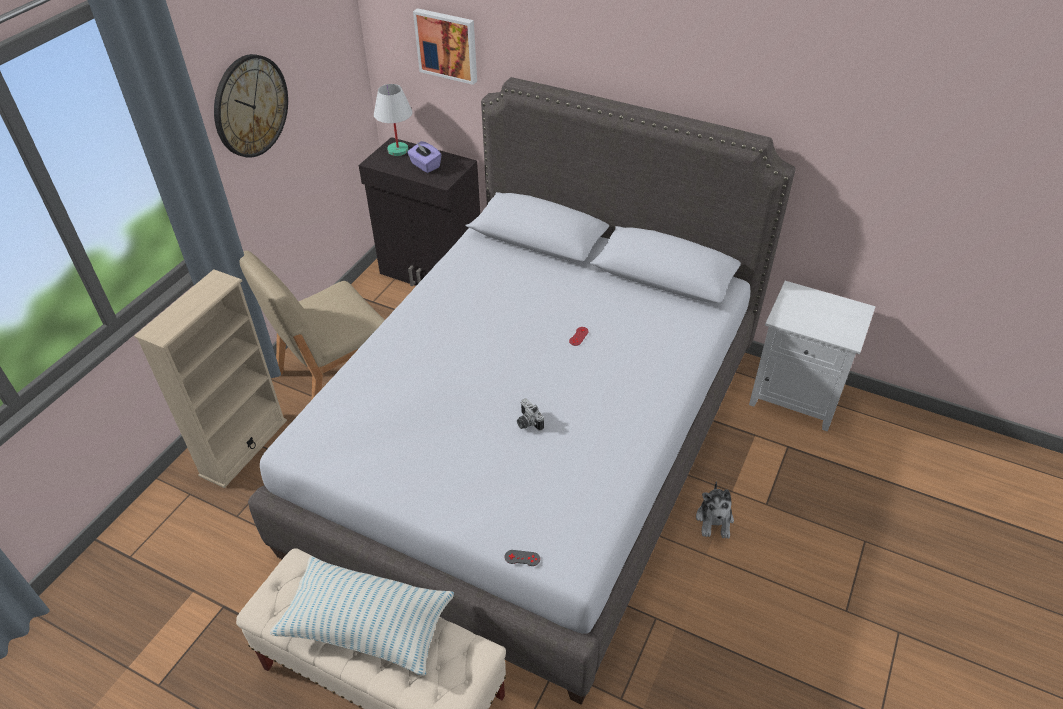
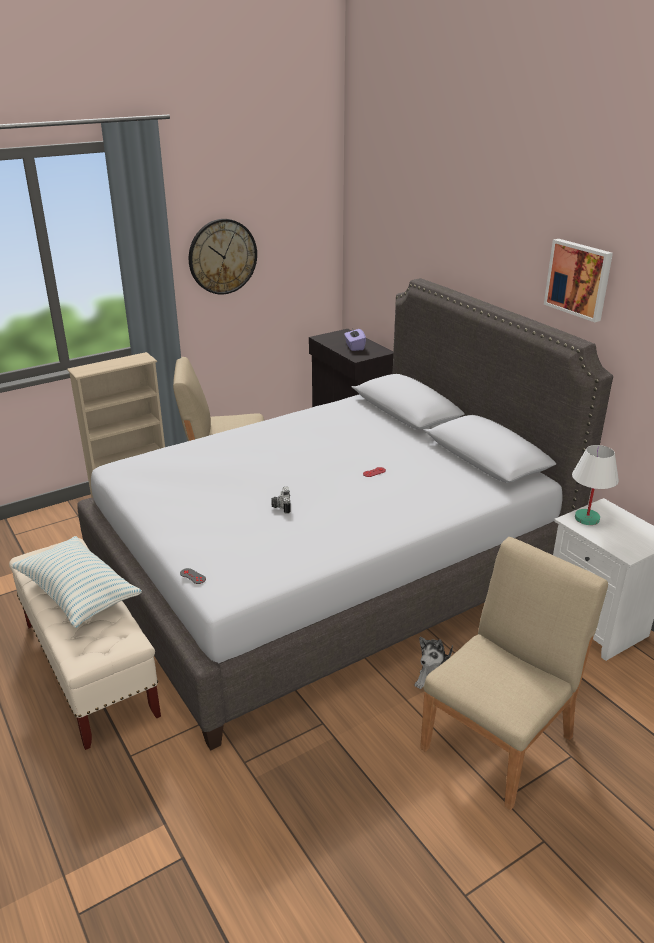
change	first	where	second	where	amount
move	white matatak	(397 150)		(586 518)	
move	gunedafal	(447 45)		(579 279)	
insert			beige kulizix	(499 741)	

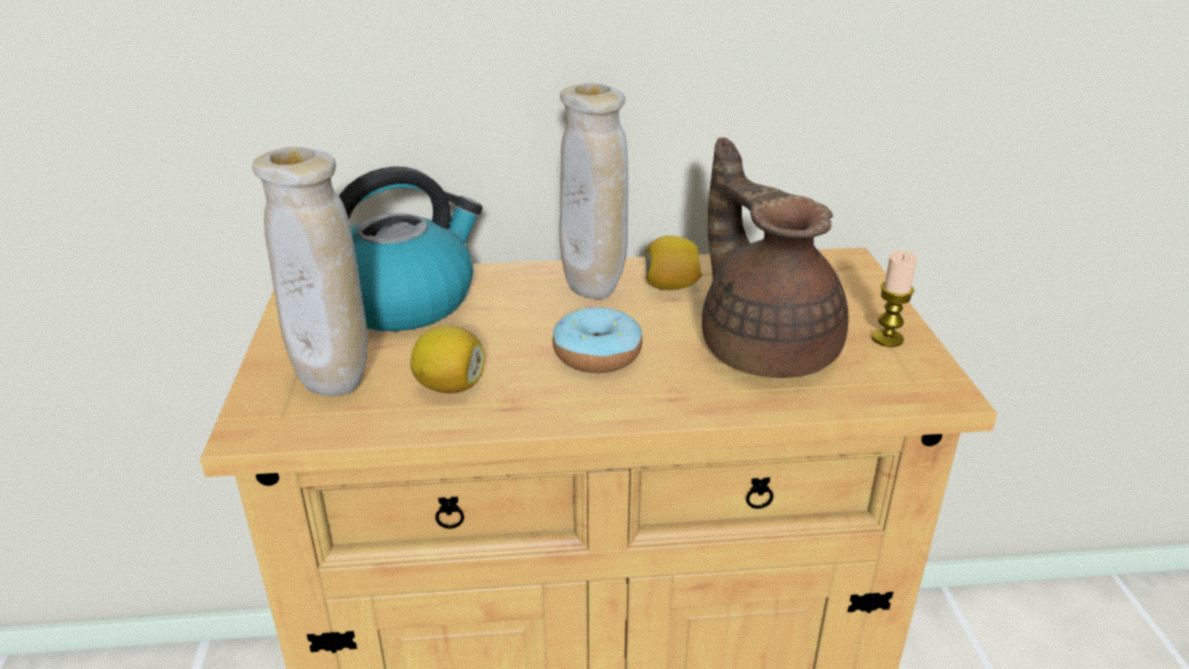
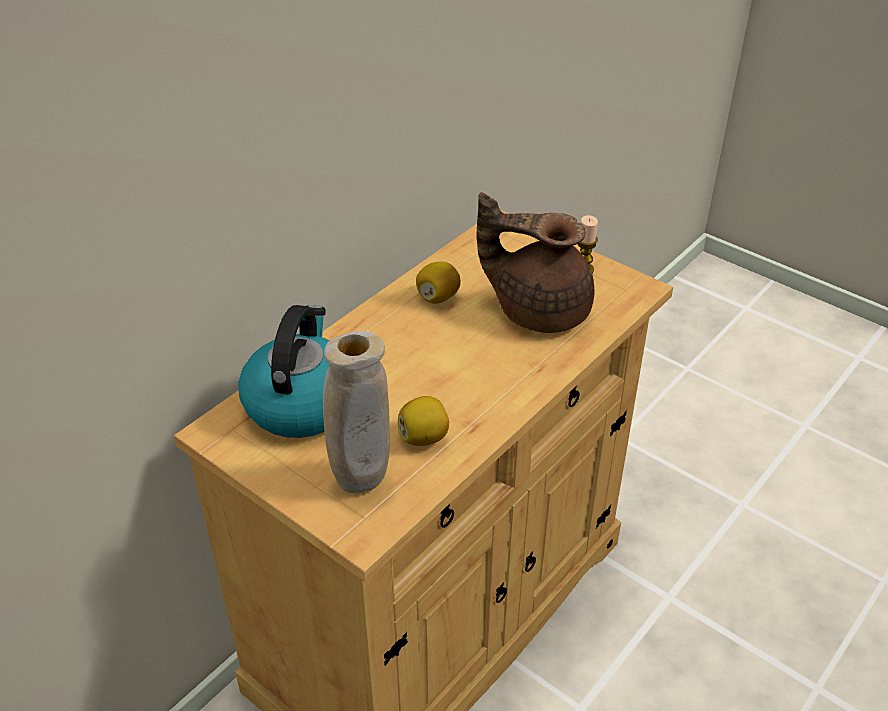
change	first	where	second	where	amount
delete	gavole	(597 354)			
delete	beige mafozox	(594 291)			

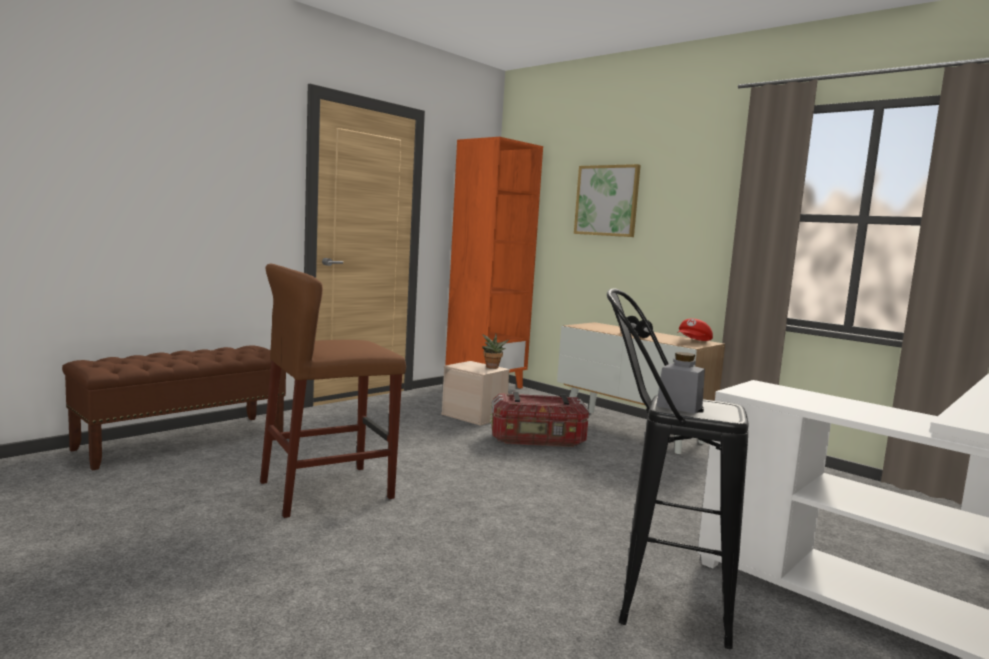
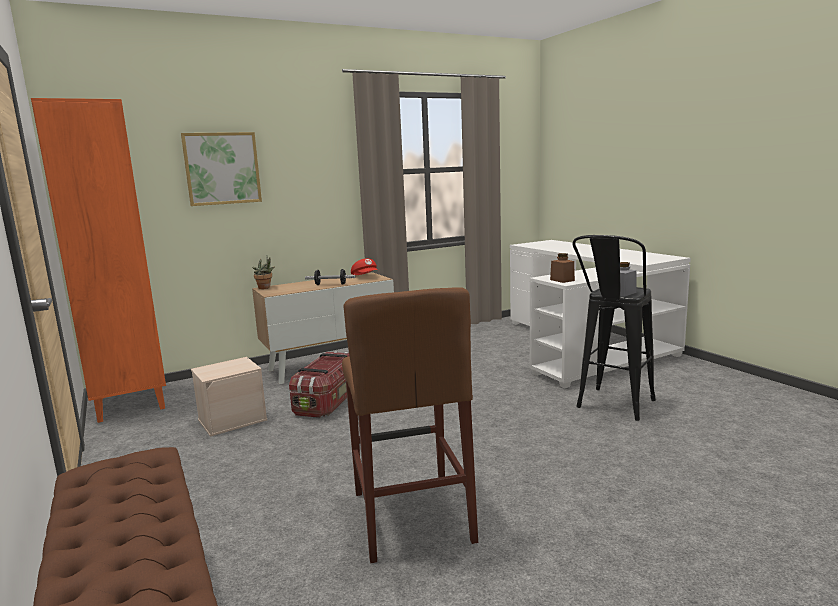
change	first	where	second	where	amount
move	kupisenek	(492 367)		(265 288)	
insert			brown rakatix	(562 280)	

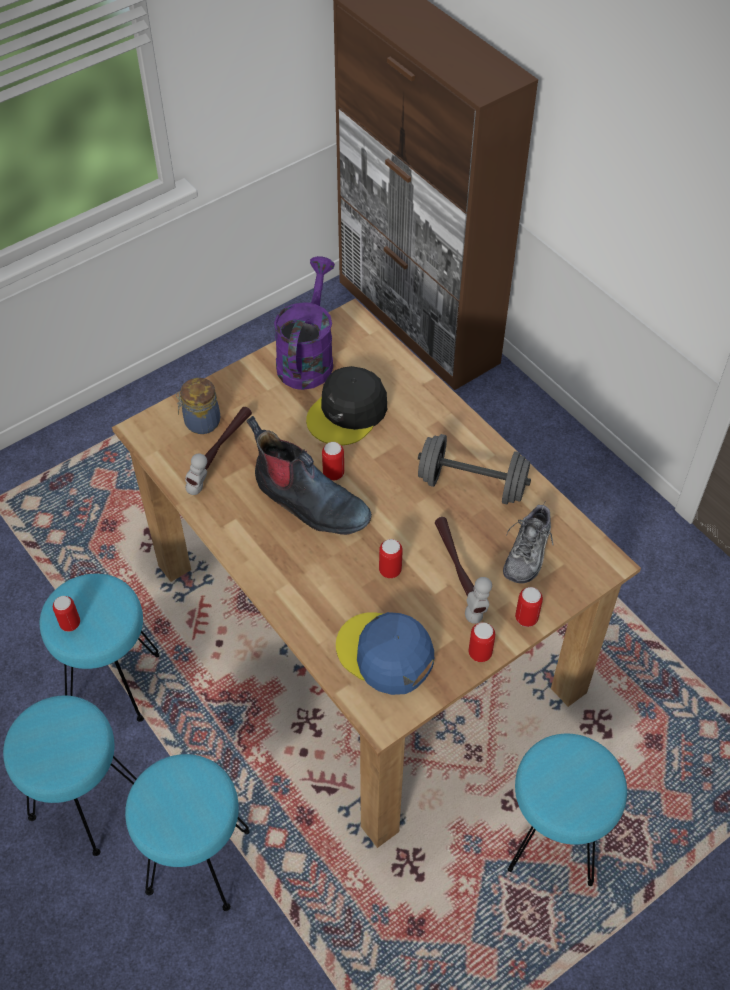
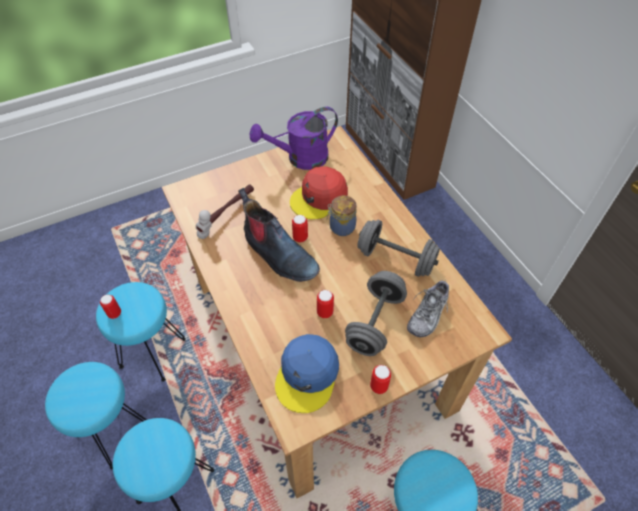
change	first	where	second	where	amount
move	rakatix	(200 422)		(341 227)	
rotate	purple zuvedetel	(307 357)		(300 159)	135 degrees counterclockwise
recolor	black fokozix	(348 412)	red fokozix	(319 198)	
rotate	blue fokozix	(385 654)		(307 375)	120 degrees counterclockwise
replace	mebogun	(459 574)	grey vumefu	(374 322)	
delete	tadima	(526 618)			

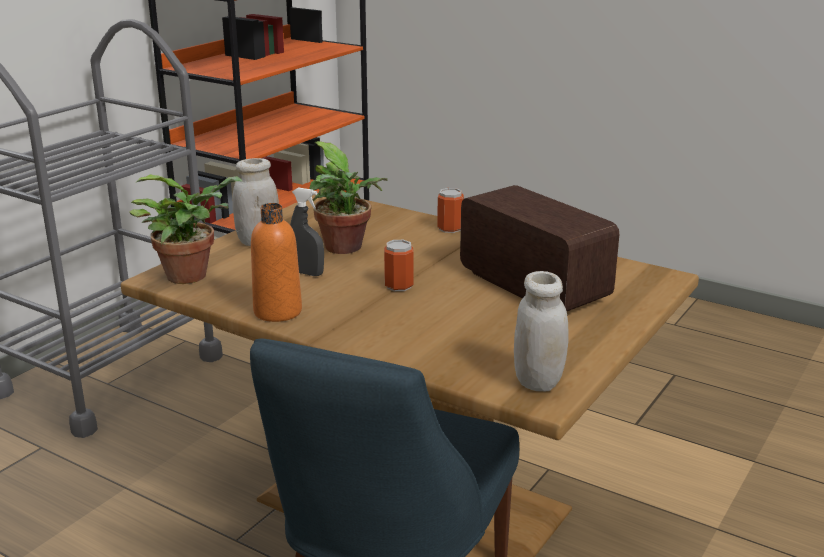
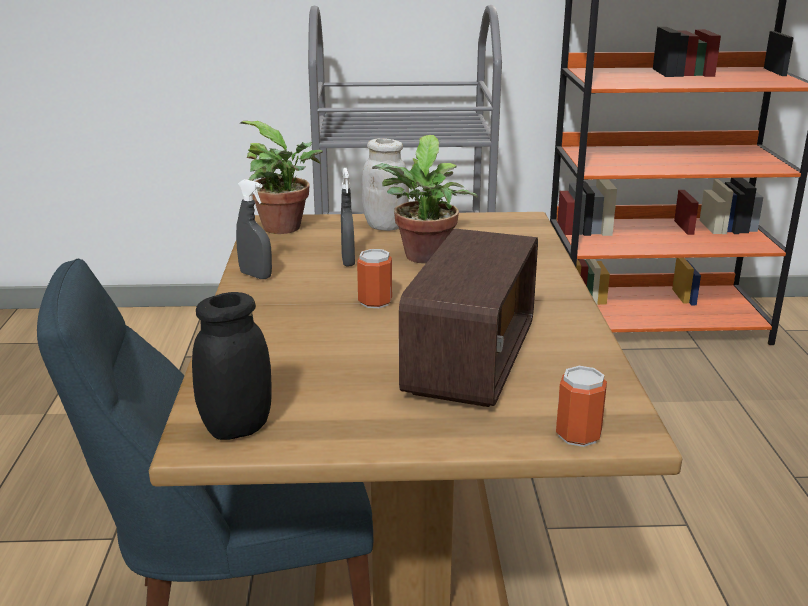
change	first	where	second	where	amount
replace	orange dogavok	(277 312)	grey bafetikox	(256 275)	
move	tadima	(450 228)		(578 435)	
recolor	white rakatix	(538 381)	black rakatix	(237 428)	

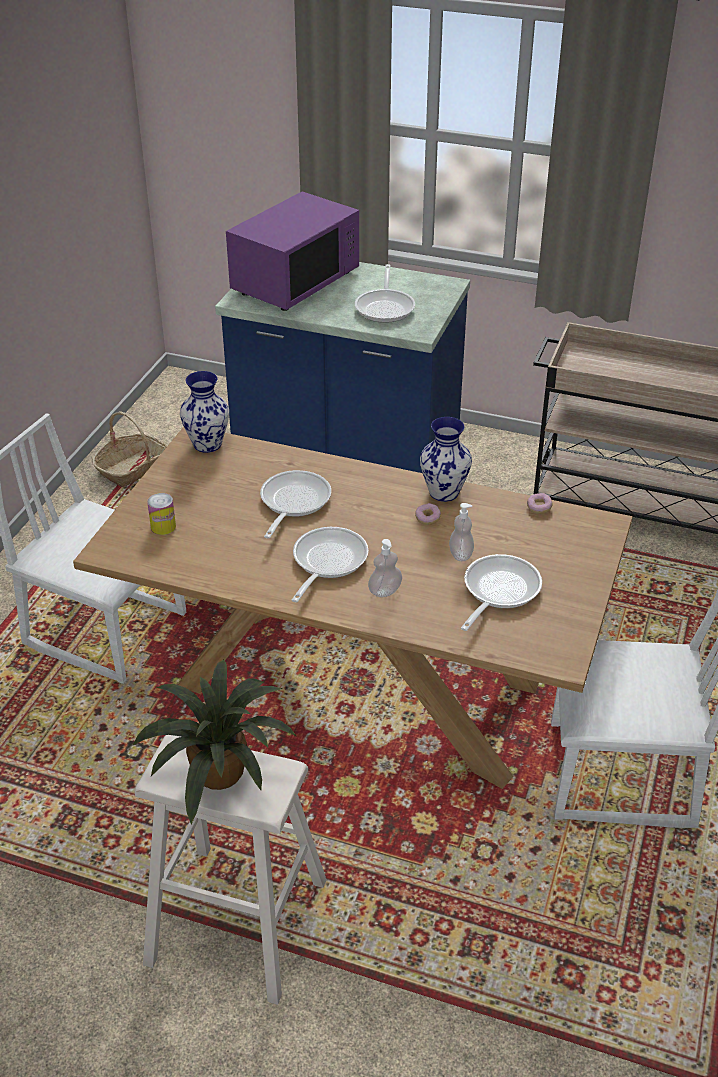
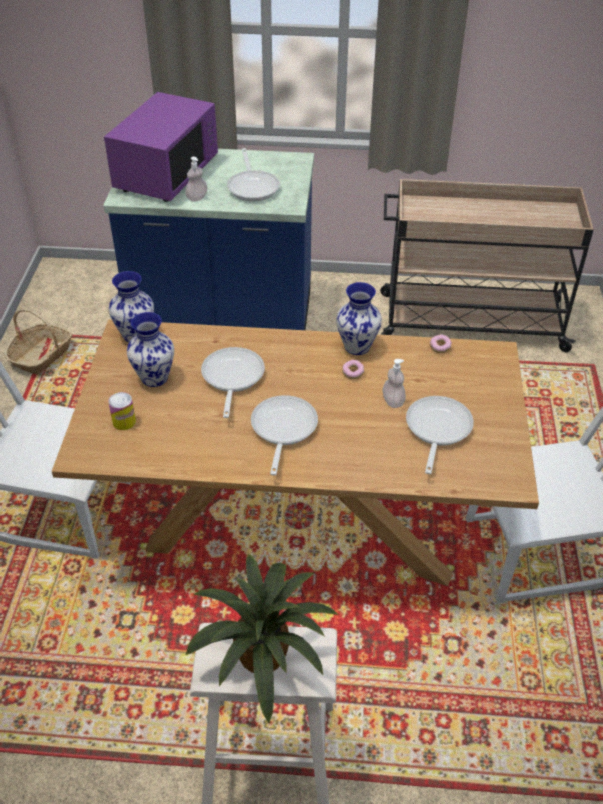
change	first	where	second	where	amount
move	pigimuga	(385 591)		(197 198)	
insert			mafozox	(155 378)	

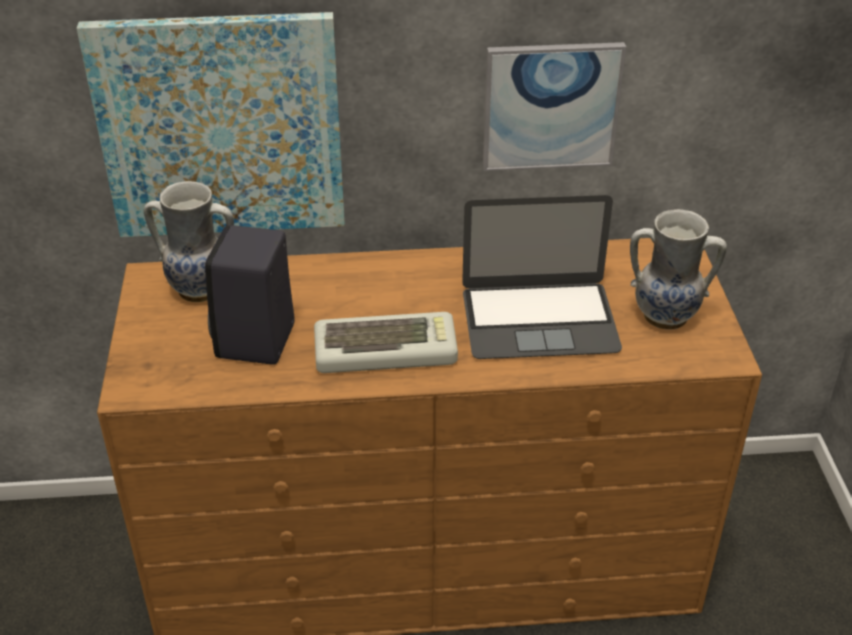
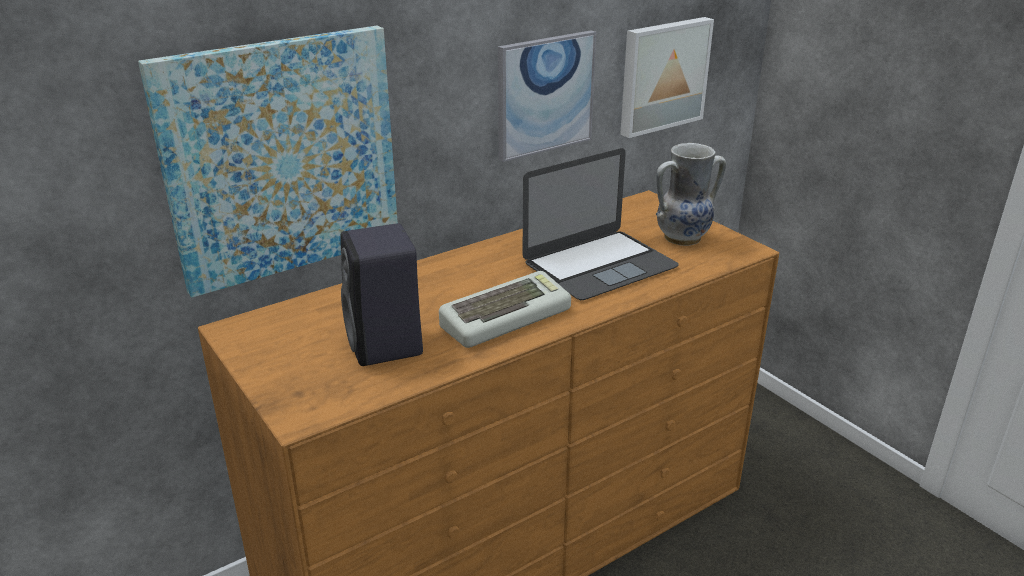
change	first	where	second	where	amount
delete	mafozox	(200 288)			
insert			gunedafal	(662 75)	

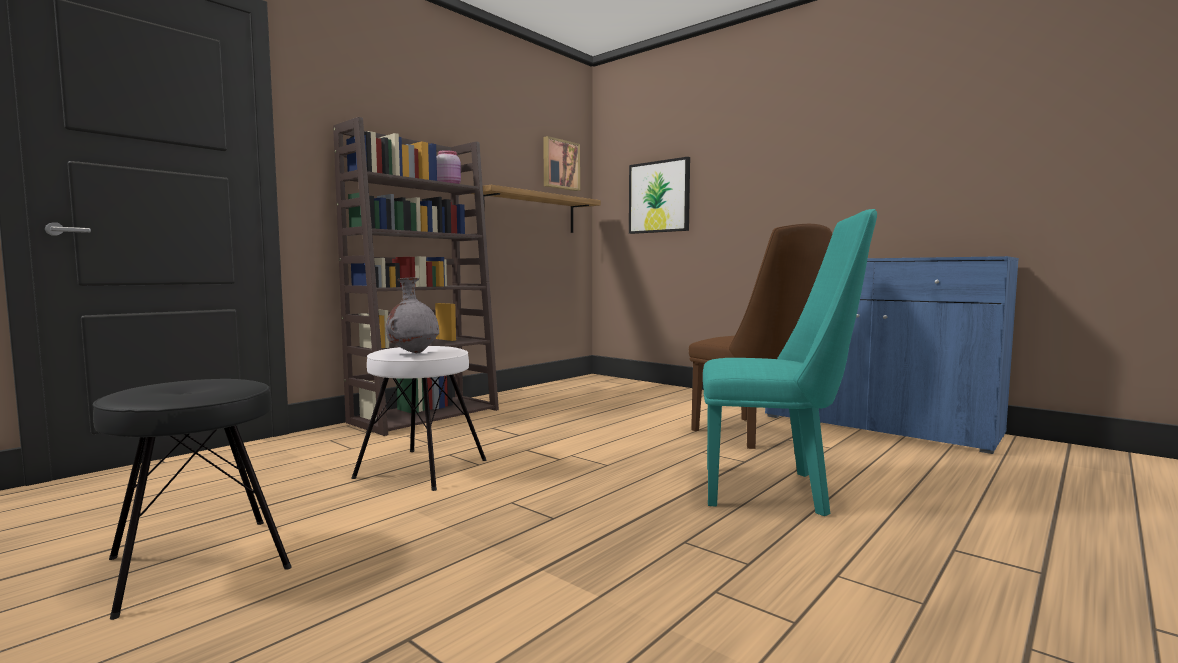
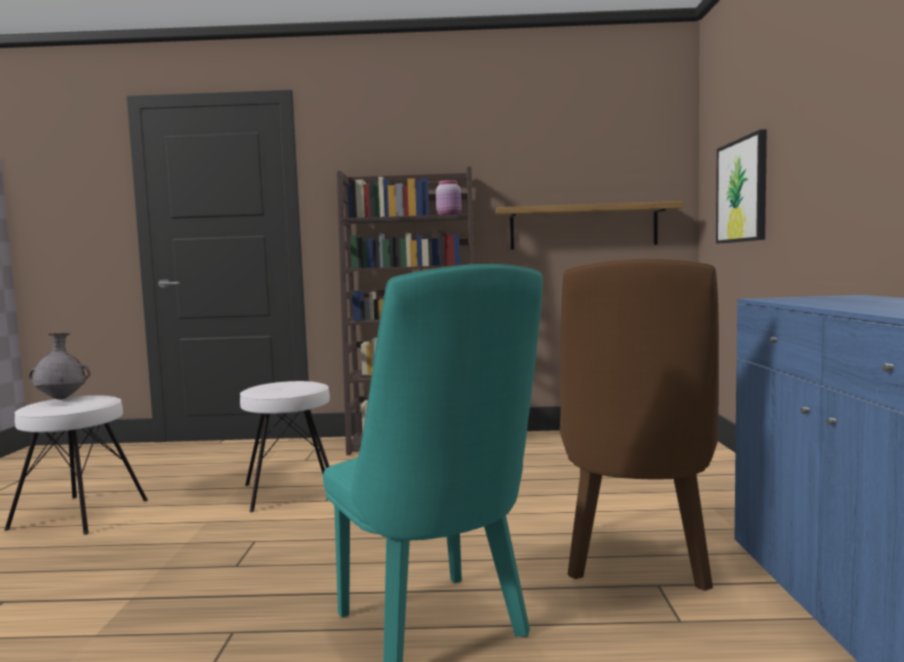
change	first	where	second	where	amount
recolor	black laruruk	(197 563)	white laruruk	(79 514)	
move	grey mafozox	(414 353)		(62 398)	
delete	gunedafal	(560 164)			

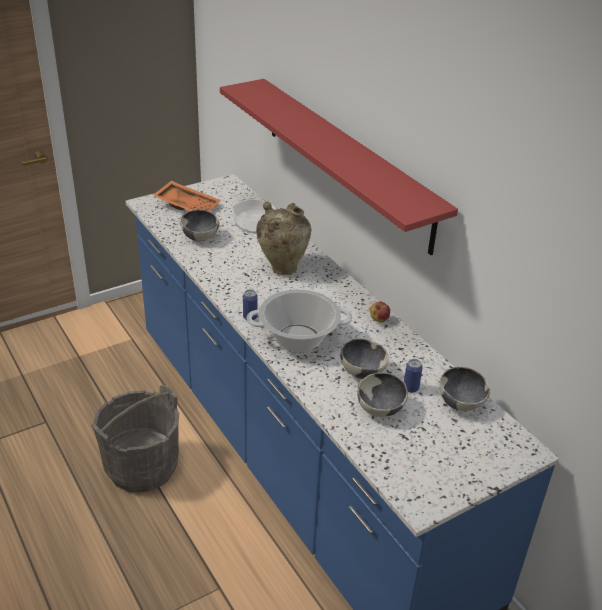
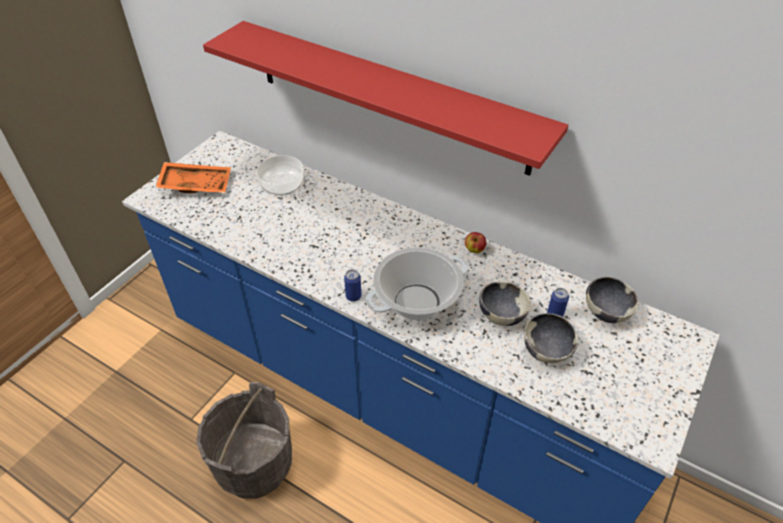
change	first	where	second	where	amount
delete	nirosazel	(200 237)			
delete	beige mafozox	(282 267)			

